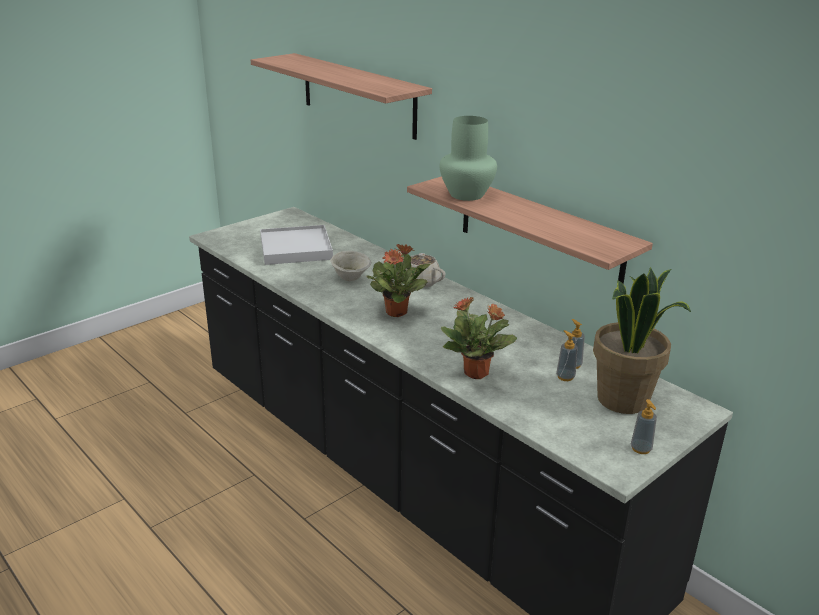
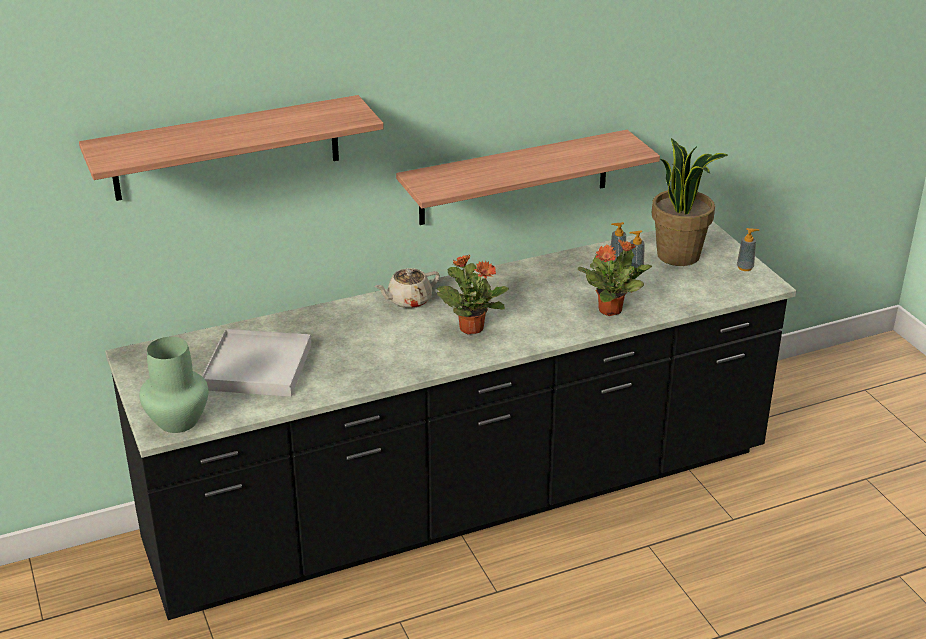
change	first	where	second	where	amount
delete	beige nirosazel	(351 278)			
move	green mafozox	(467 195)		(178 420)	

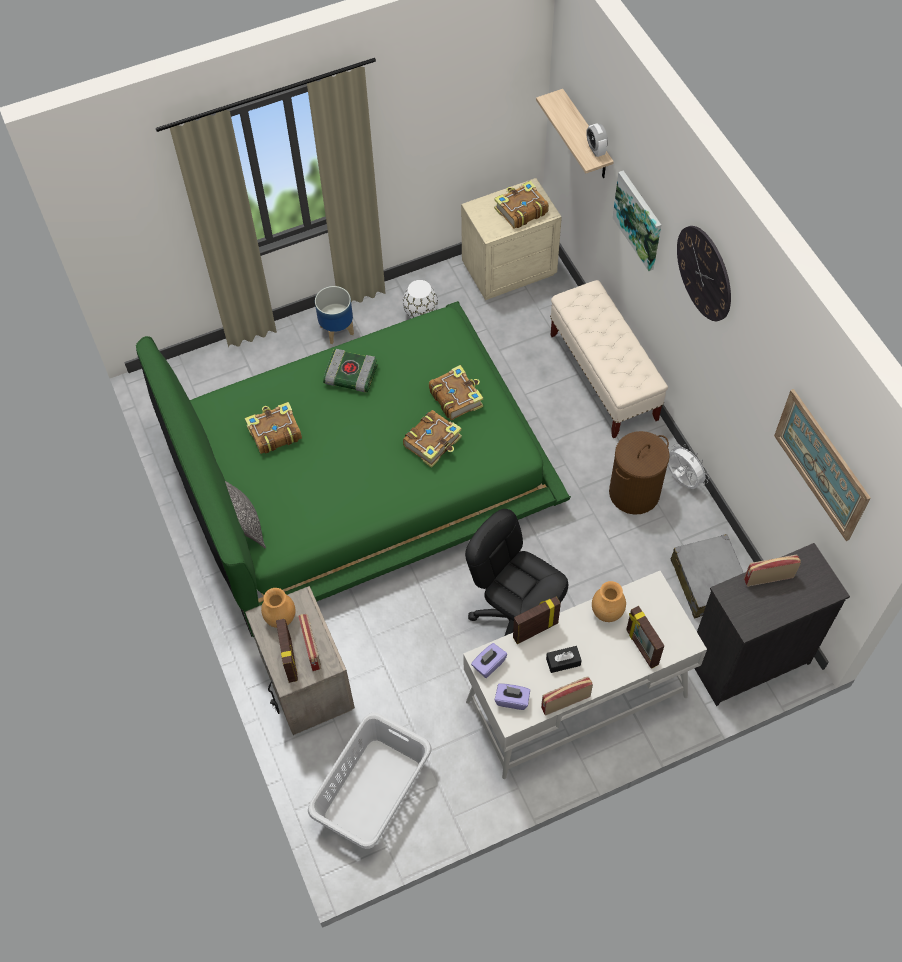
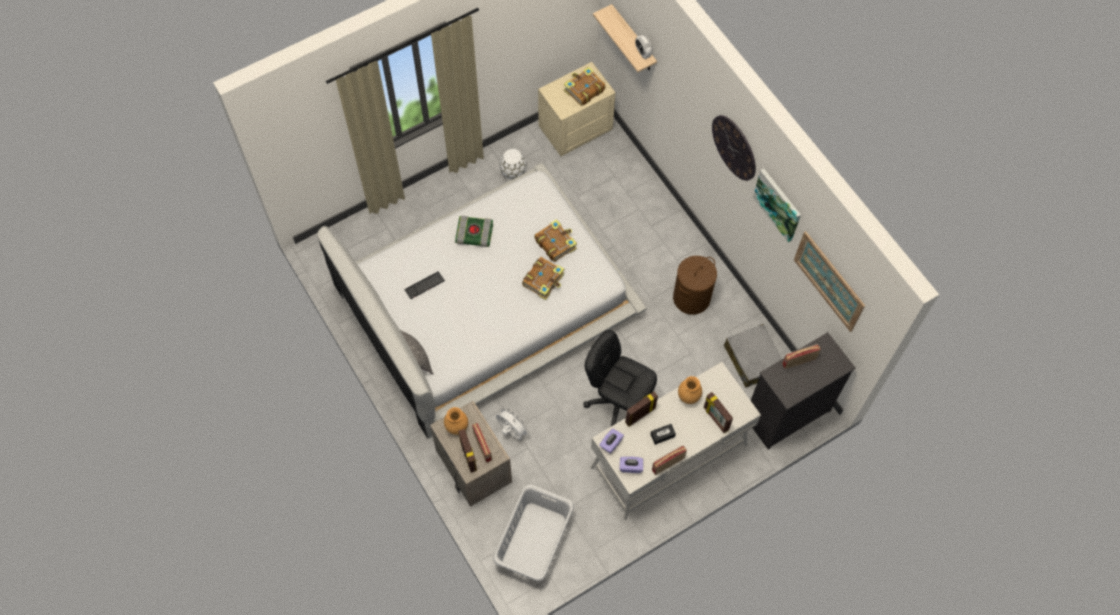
change	first	where	second	where	amount
recolor	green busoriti	(360 470)	white busoriti	(486 302)	
replace	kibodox	(274 433)	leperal	(424 285)	
delete	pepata	(337 330)			
delete	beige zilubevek	(603 377)			
move	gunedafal	(639 220)		(778 204)	
move	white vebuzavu	(681 480)		(511 431)	

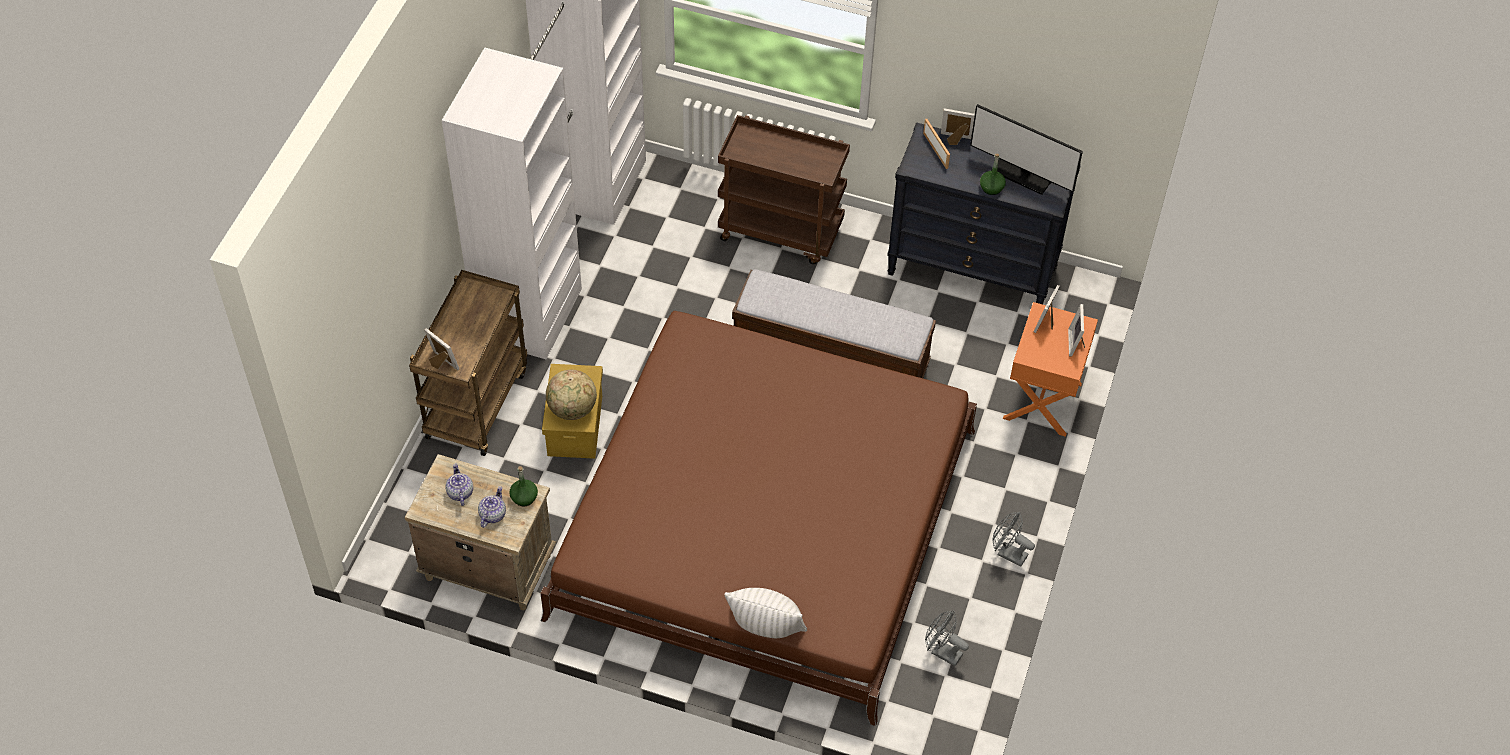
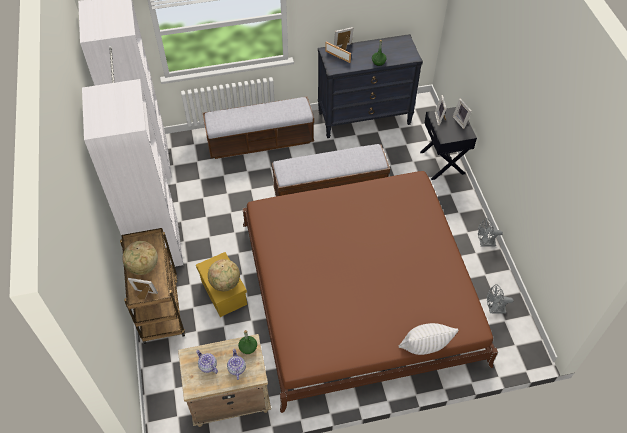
change	first	where	second	where	amount
replace	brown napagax	(781 231)	zilubevek	(260 141)	
delete	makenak	(1022 174)			
recolor	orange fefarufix	(1043 401)	black fefarufix	(443 162)	
insert			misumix	(143 267)	

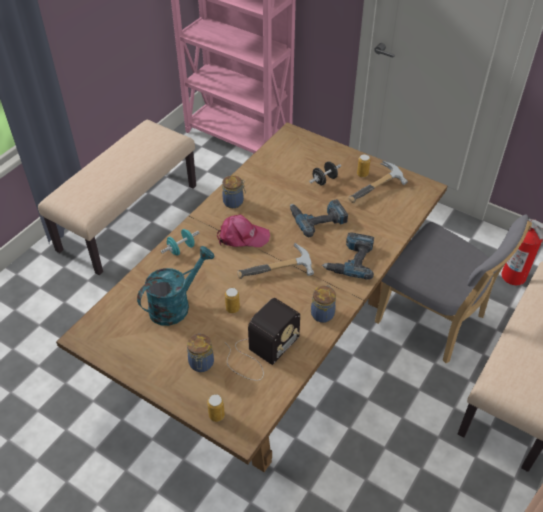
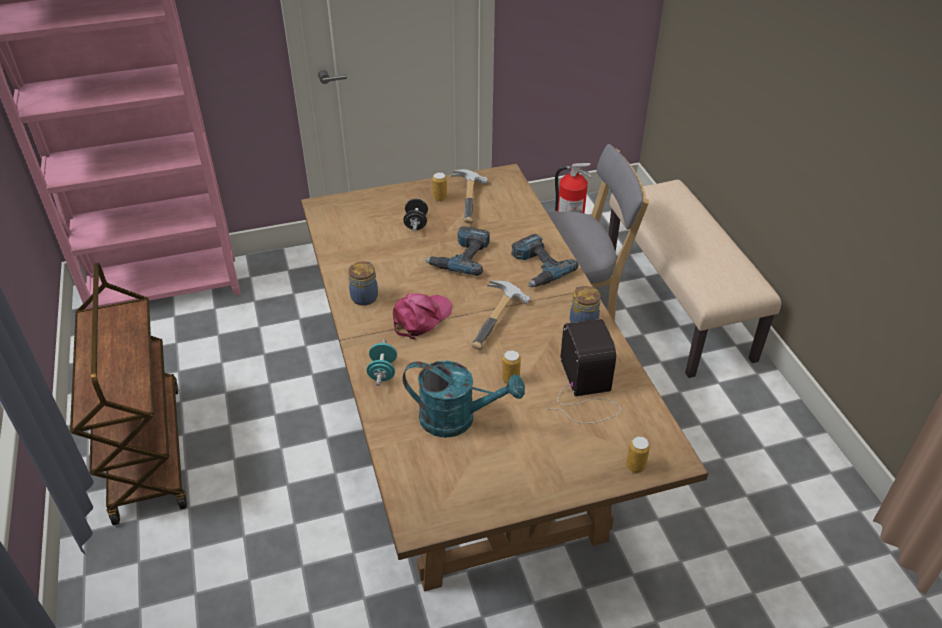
change	first	where	second	where	amount
replace	beige zilubevek	(128 217)	brown napagax	(146 451)	
rotate	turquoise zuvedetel	(175 305)		(457 419)	105 degrees clockwise
delete	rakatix	(201 364)			

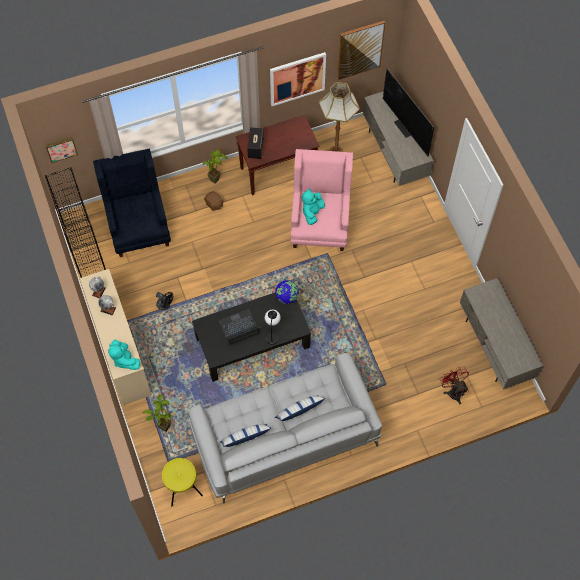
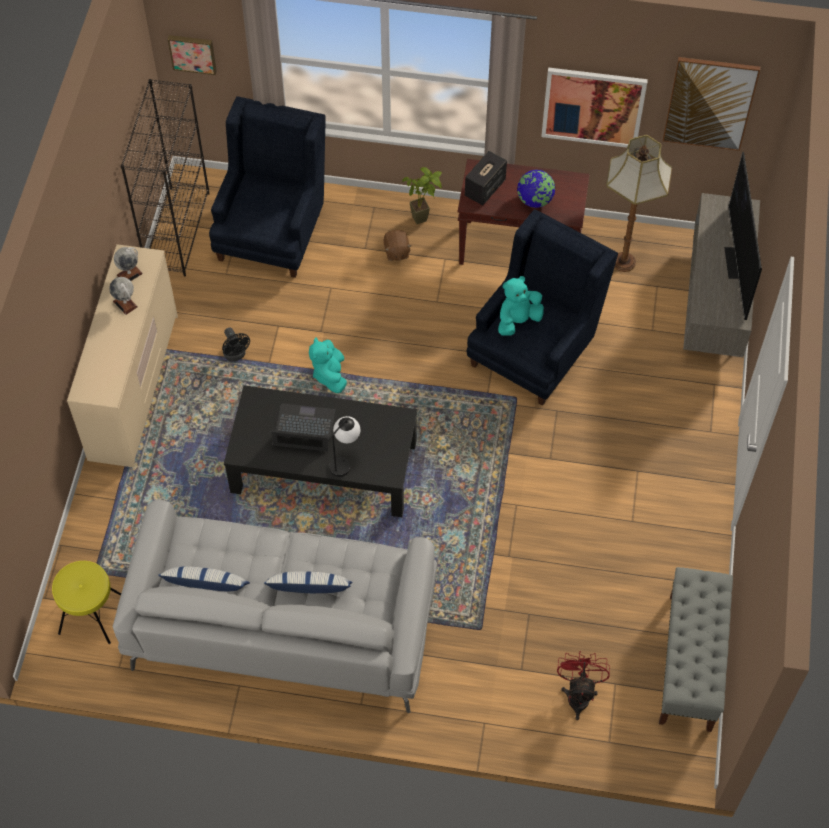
change	first	where	second	where	amount
move	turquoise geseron	(124 359)		(329 375)	
delete	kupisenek	(162 424)			
move	misumix	(287 297)		(535 200)	
recolor	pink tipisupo	(320 221)	blue tipisupo	(535 347)	
replace	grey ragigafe	(495 346)	grey zilubevek	(690 663)	

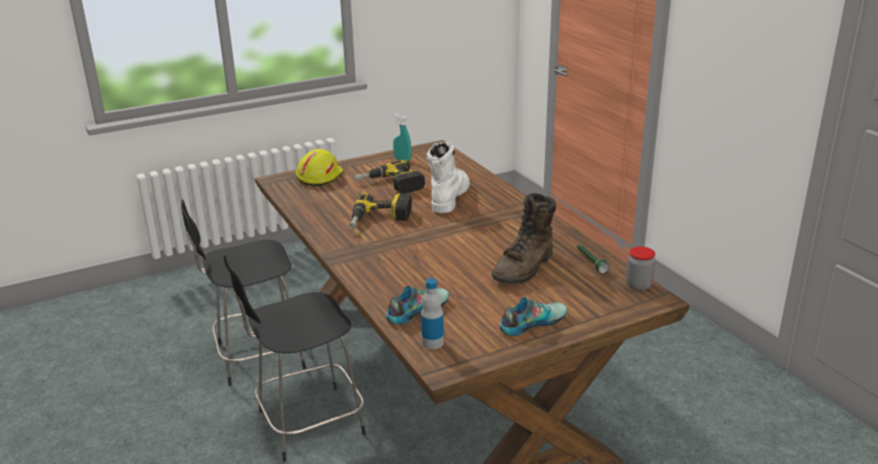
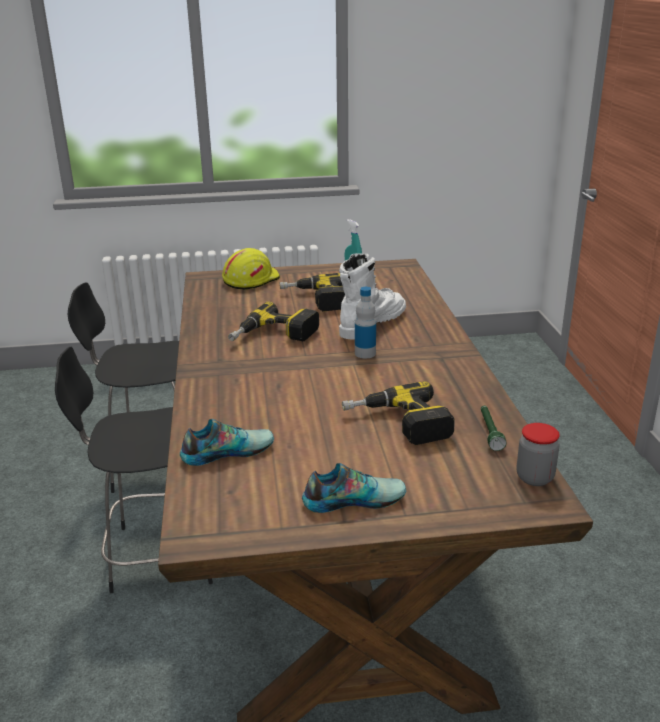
change	first	where	second	where	amount
move	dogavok	(432 343)		(365 353)	
replace	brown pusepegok	(524 268)	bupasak	(398 424)	

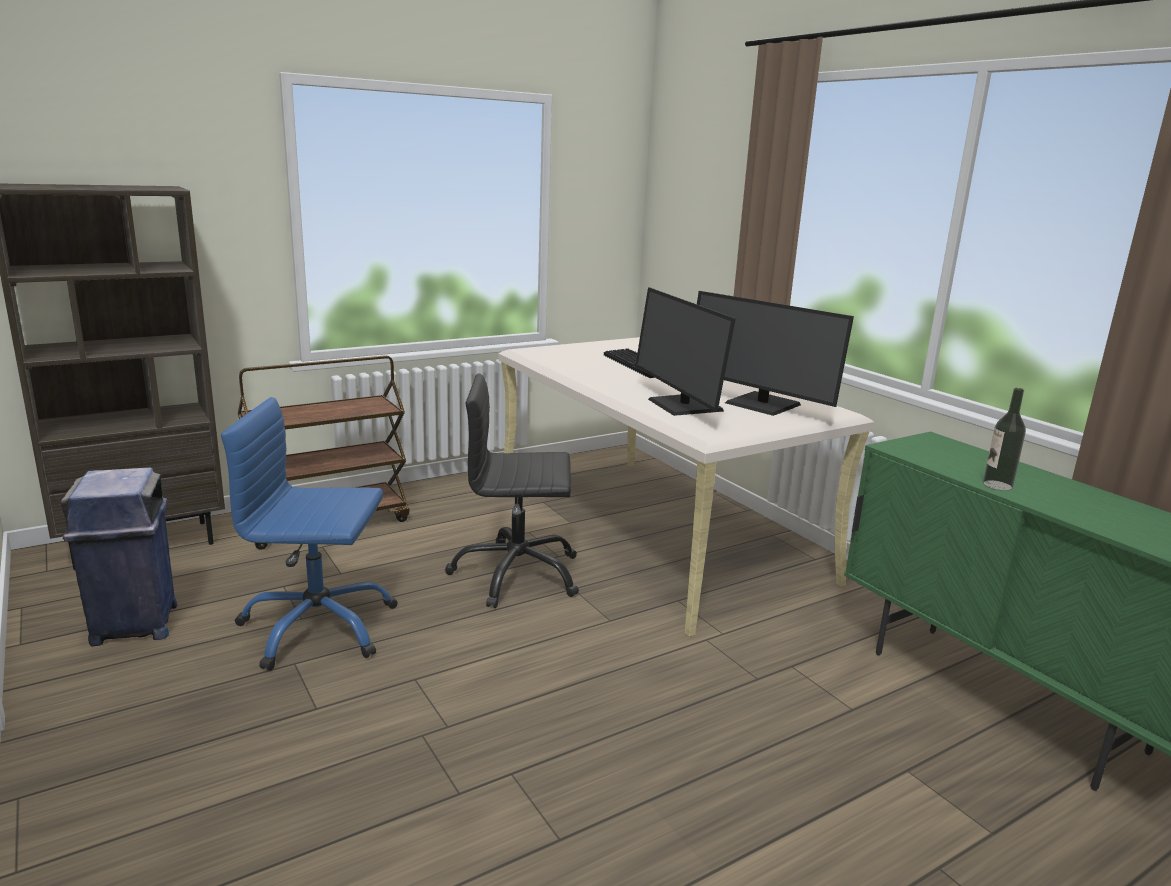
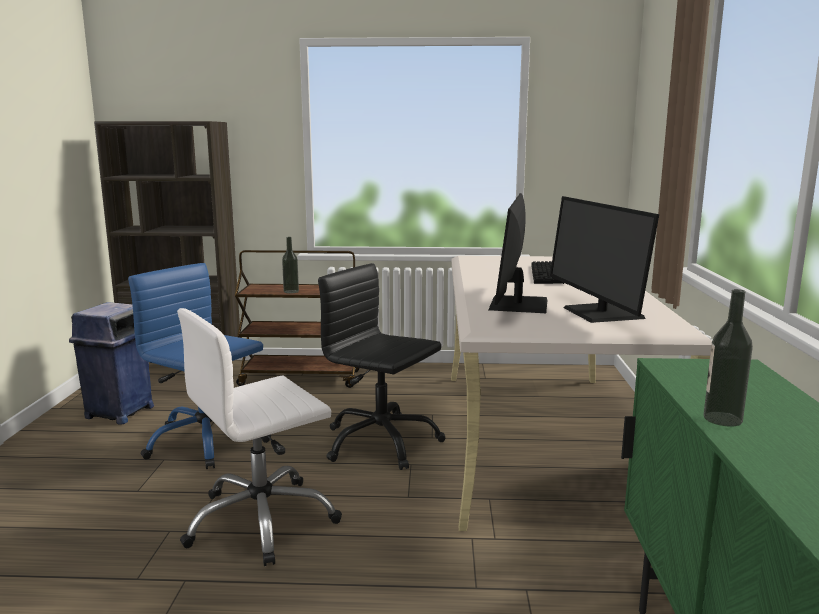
change	first	where	second	where	amount
insert			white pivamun	(261 521)	
insert			dogavok	(291 291)	

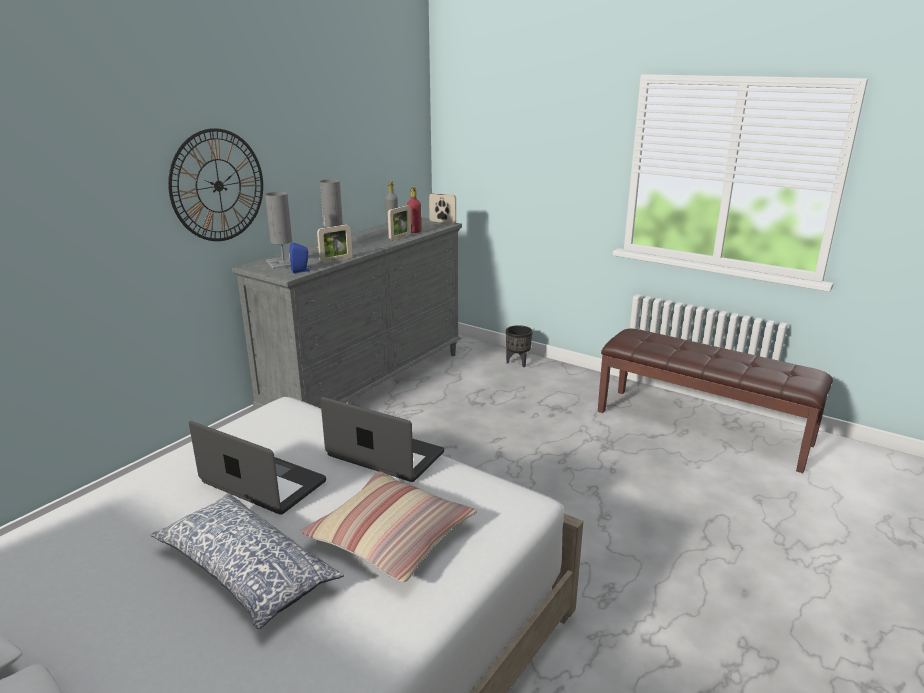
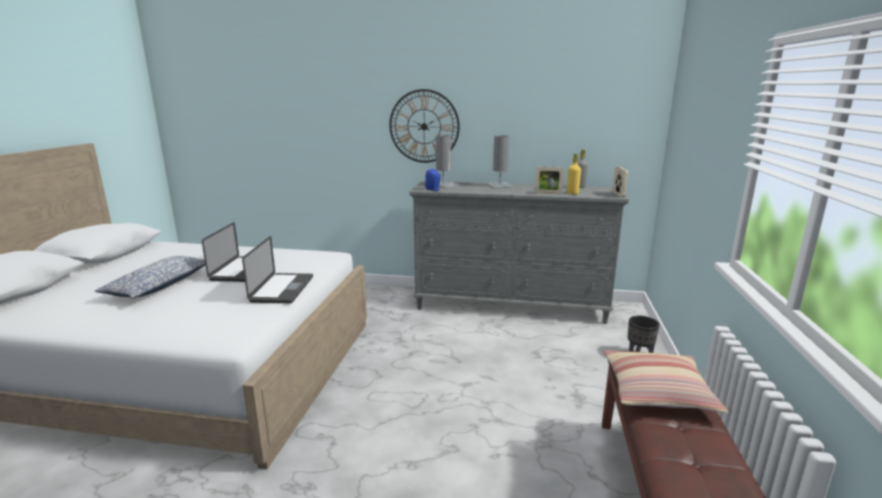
change	first	where	second	where	amount
move	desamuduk	(391 537)		(657 391)	
delete	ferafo	(336 260)			
recolor	red dogavok	(414 231)	yellow dogavok	(572 193)	

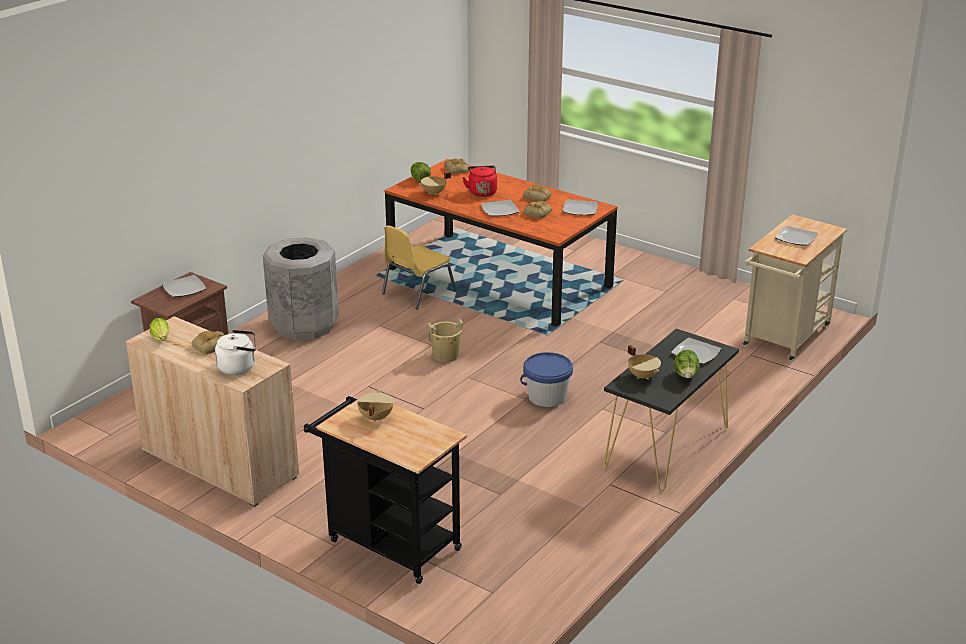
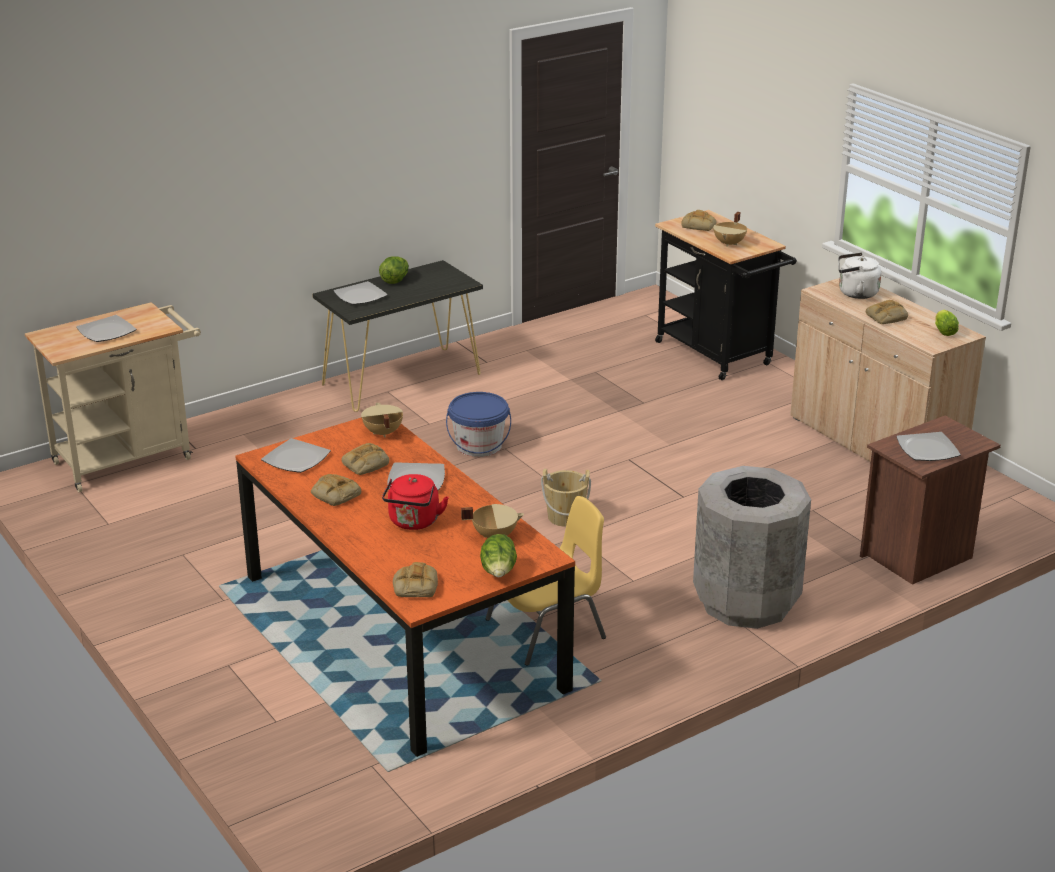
change	first	where	second	where	amount
move	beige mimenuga	(643 376)		(382 433)	
insert			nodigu	(699 225)	

